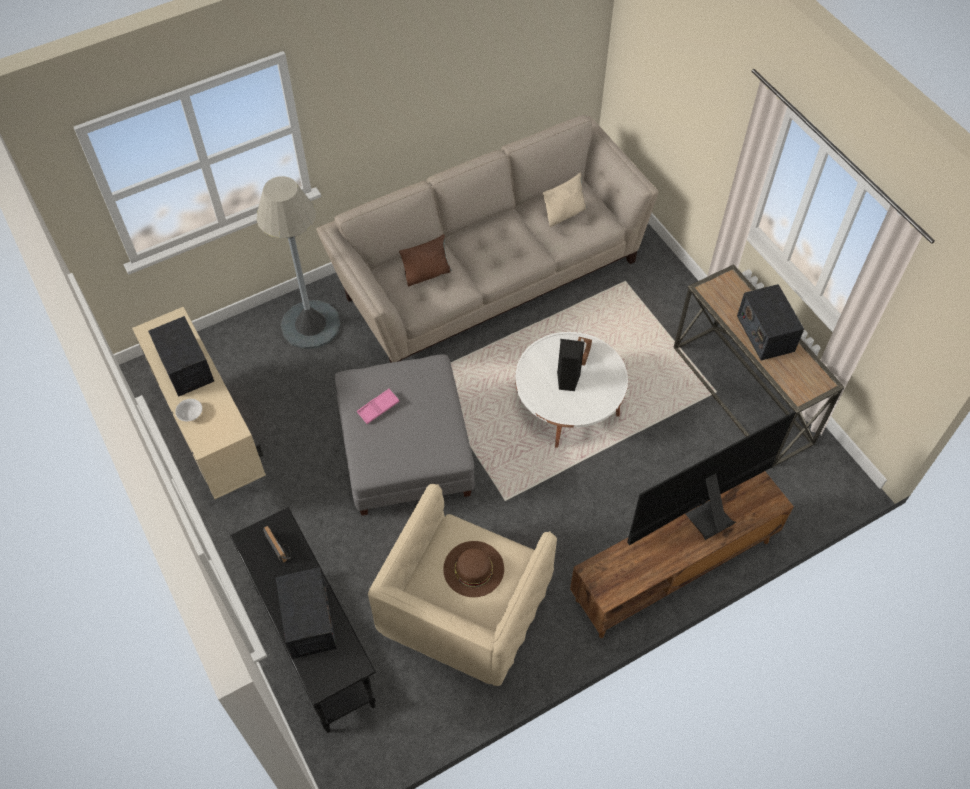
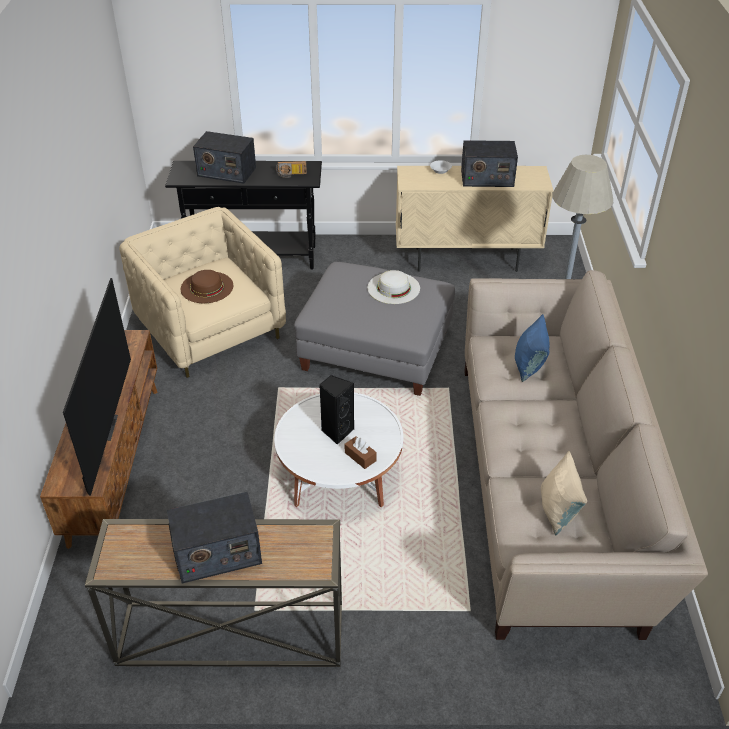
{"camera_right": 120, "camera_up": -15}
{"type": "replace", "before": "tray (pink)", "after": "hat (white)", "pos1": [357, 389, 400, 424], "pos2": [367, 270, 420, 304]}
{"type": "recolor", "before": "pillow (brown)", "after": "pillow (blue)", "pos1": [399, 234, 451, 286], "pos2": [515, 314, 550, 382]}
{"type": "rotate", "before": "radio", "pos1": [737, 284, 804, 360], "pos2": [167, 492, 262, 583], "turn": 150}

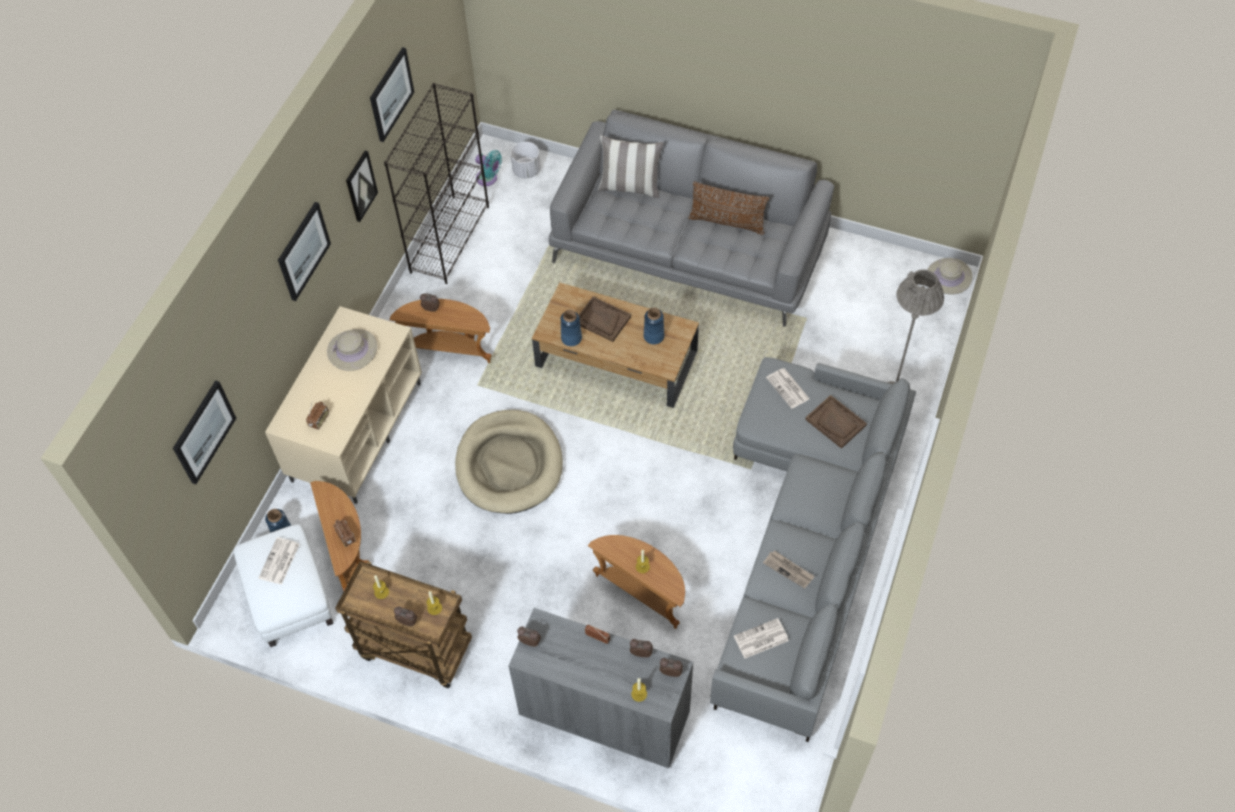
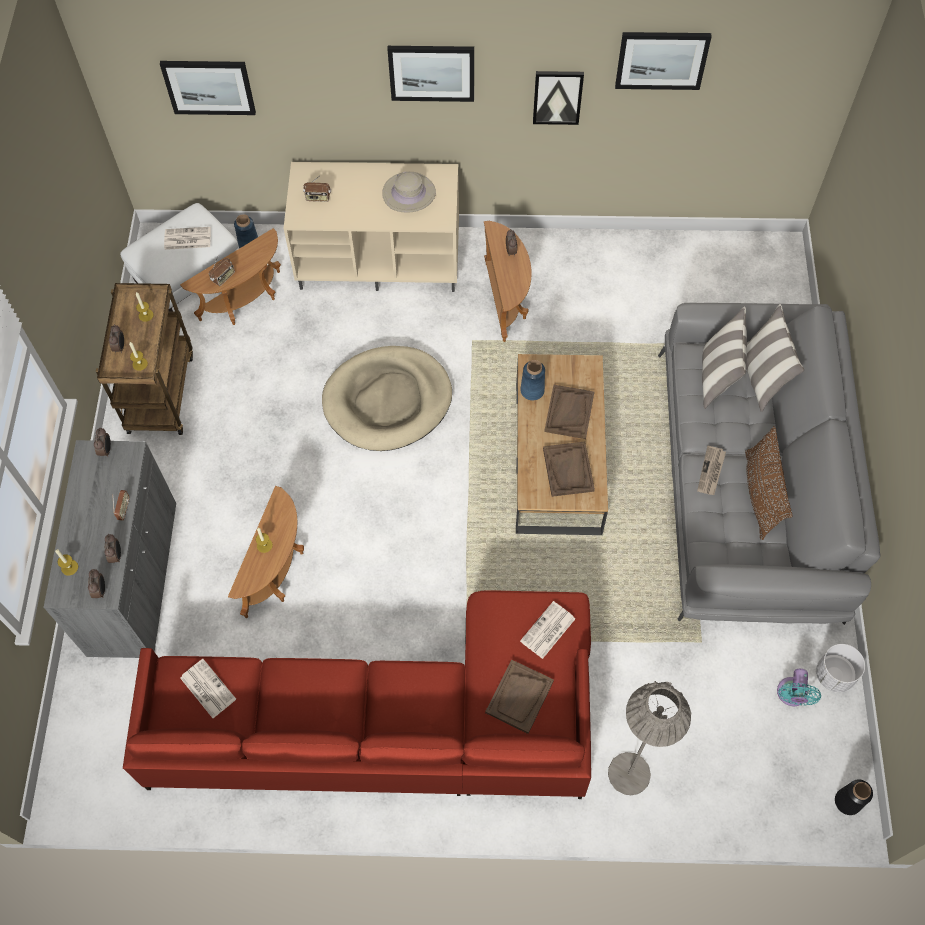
{"camera_right": 70, "camera_up": 5}
{"type": "delete", "before": "bookcase (black)", "pos1": [384, 83, 489, 284]}
{"type": "move", "before": "fan (turquoise)", "pos1": [475, 150, 502, 186], "pos2": [777, 669, 821, 707]}
{"type": "move", "before": "planter (white)", "pos1": [510, 142, 541, 178], "pos2": [816, 644, 865, 692]}
{"type": "replace", "before": "vase (blue)", "after": "tray (brown)", "pos1": [643, 308, 664, 345], "pos2": [543, 442, 595, 497]}
{"type": "recolor", "before": "sofa (grey)", "after": "sofa (red)", "pos1": [710, 357, 916, 742], "pos2": [123, 590, 591, 799]}
{"type": "move", "before": "newspaper", "pos1": [763, 550, 815, 589], "pos2": [697, 445, 726, 495]}
{"type": "replace", "before": "hat (beige)", "after": "vase (black)", "pos1": [927, 258, 973, 295], "pos2": [835, 779, 873, 815]}
{"type": "insert", "after": "pillow", "pos2": [702, 307, 747, 409]}

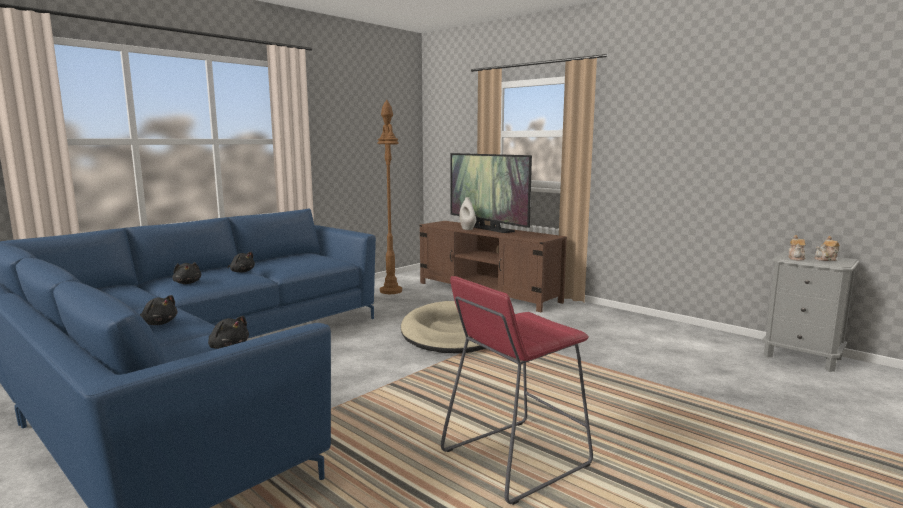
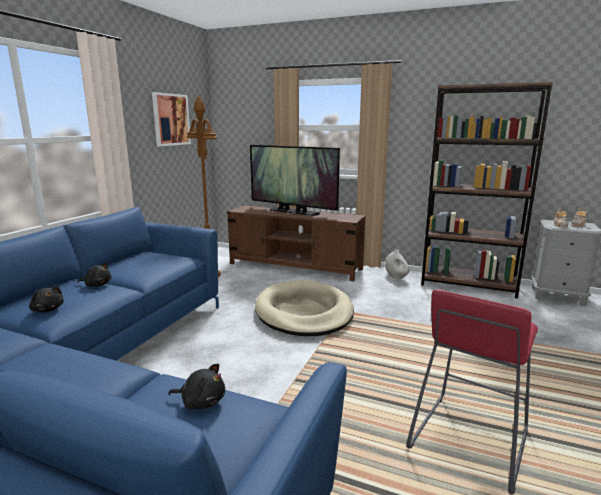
{"camera_right": -20, "camera_up": 5}
{"type": "delete", "before": "plush toy (black)", "pos1": [140, 295, 177, 325]}
{"type": "move", "before": "vase (white)", "pos1": [459, 197, 476, 230], "pos2": [385, 249, 410, 280]}
{"type": "insert", "after": "picture", "pos2": [152, 92, 191, 146]}
{"type": "insert", "after": "bookcase (brown)", "pos2": [421, 82, 553, 298]}

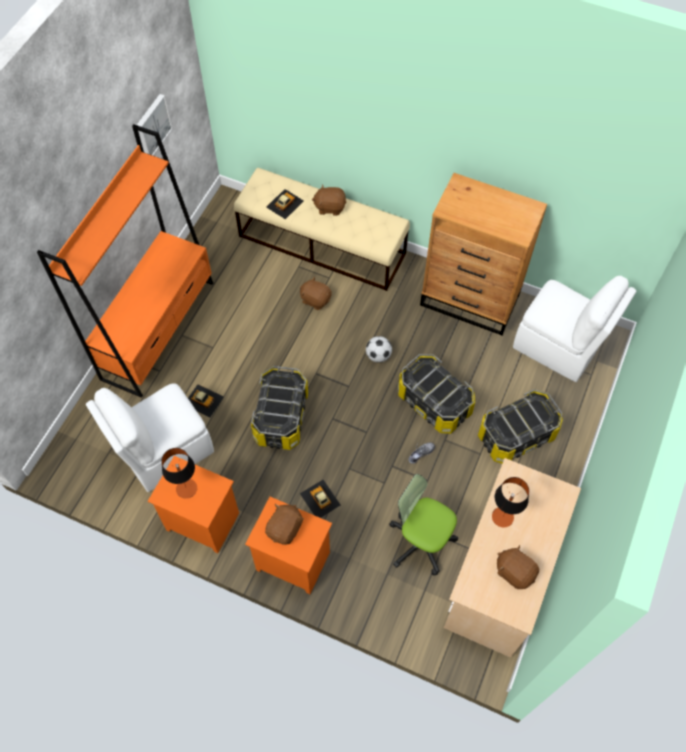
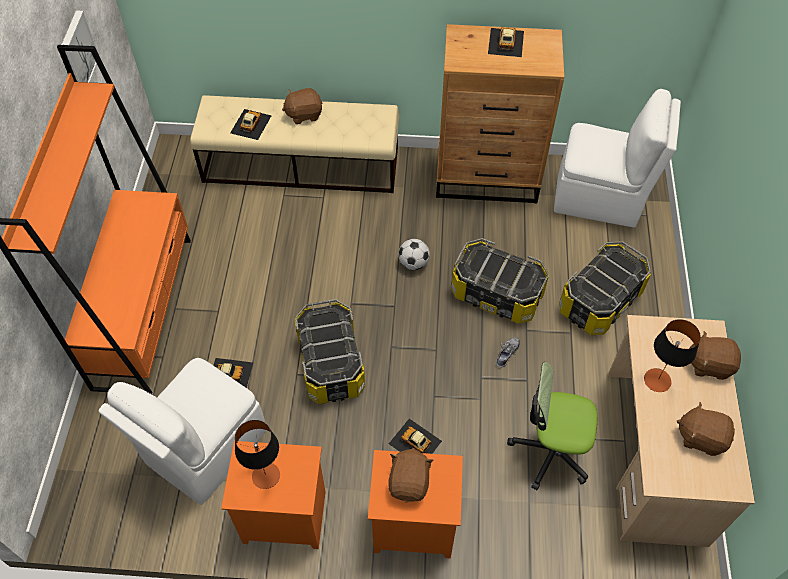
{"camera_right": -20, "camera_up": -5}
{"type": "move", "before": "plush toy (brown)", "pos1": [300, 277, 332, 310], "pos2": [689, 331, 741, 380]}
{"type": "insert", "after": "toy car", "pos2": [488, 27, 524, 57]}

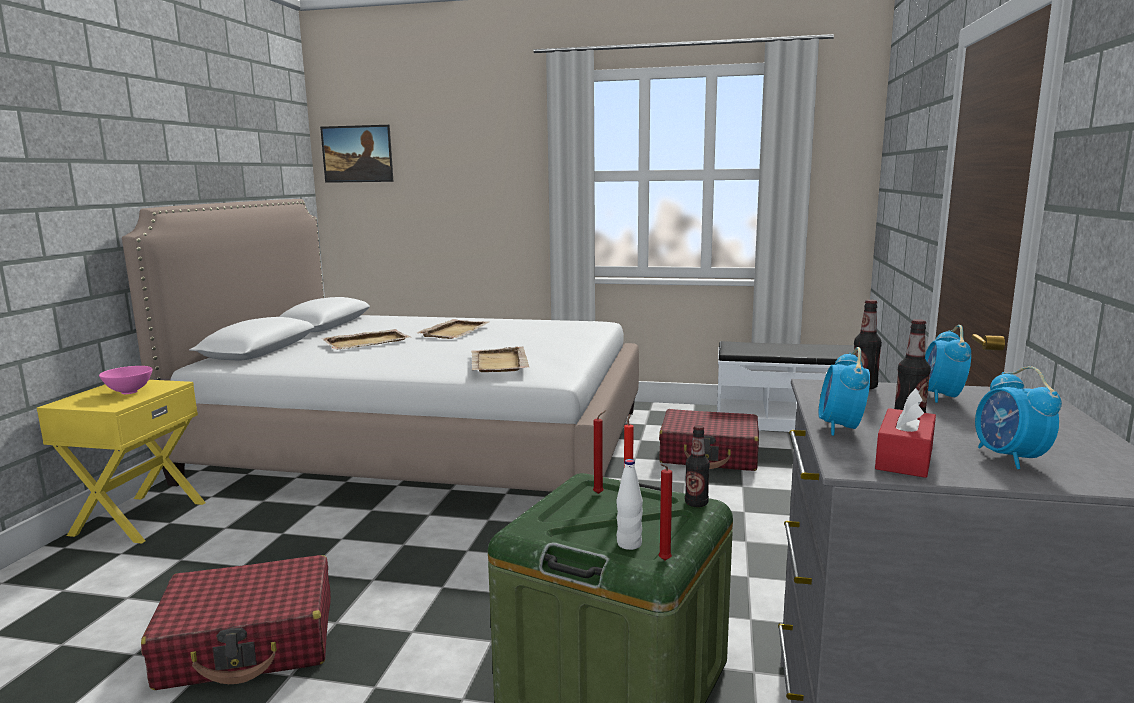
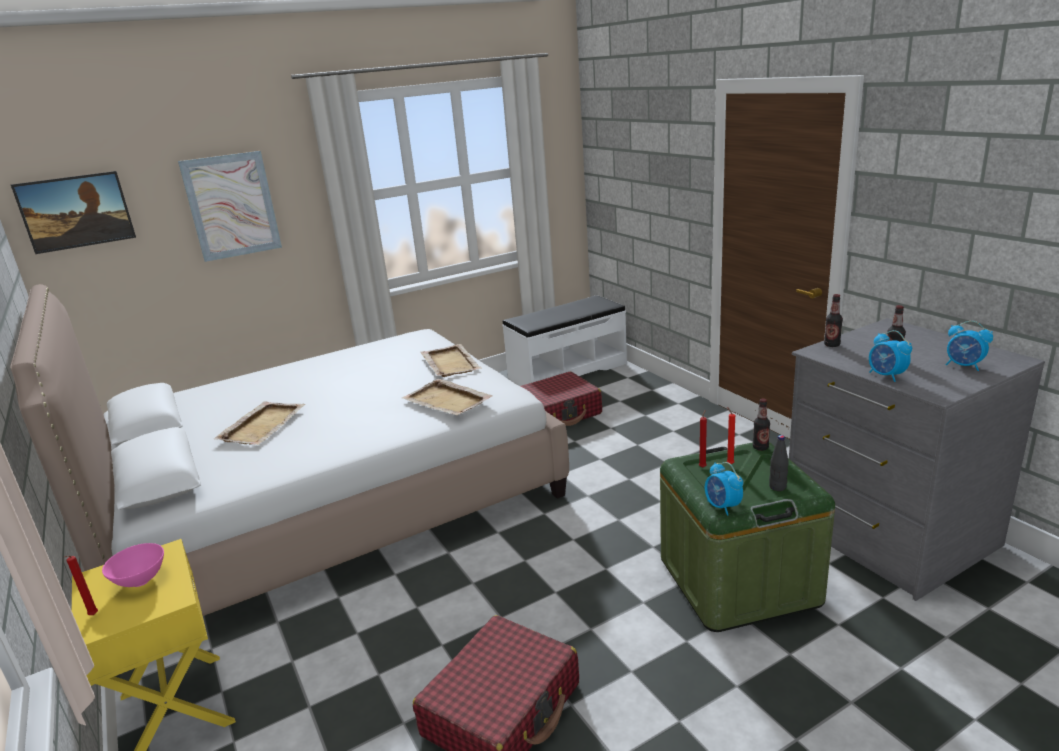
{"camera_right": -40, "camera_up": 10}
{"type": "move", "before": "tray (beige)", "pos1": [417, 319, 489, 339], "pos2": [420, 344, 482, 377]}
{"type": "recolor", "before": "bottle (white)", "after": "bottle (black)", "pos1": [617, 459, 643, 550], "pos2": [769, 435, 789, 491]}
{"type": "move", "before": "candle (red)", "pos1": [658, 464, 672, 560], "pos2": [64, 556, 98, 615]}
{"type": "delete", "before": "tissue box (red)", "pos1": [875, 388, 936, 478]}
{"type": "move", "before": "alarm clock", "pos1": [925, 325, 971, 403], "pos2": [705, 462, 743, 516]}
{"type": "insert", "after": "picture", "pos2": [178, 151, 282, 262]}

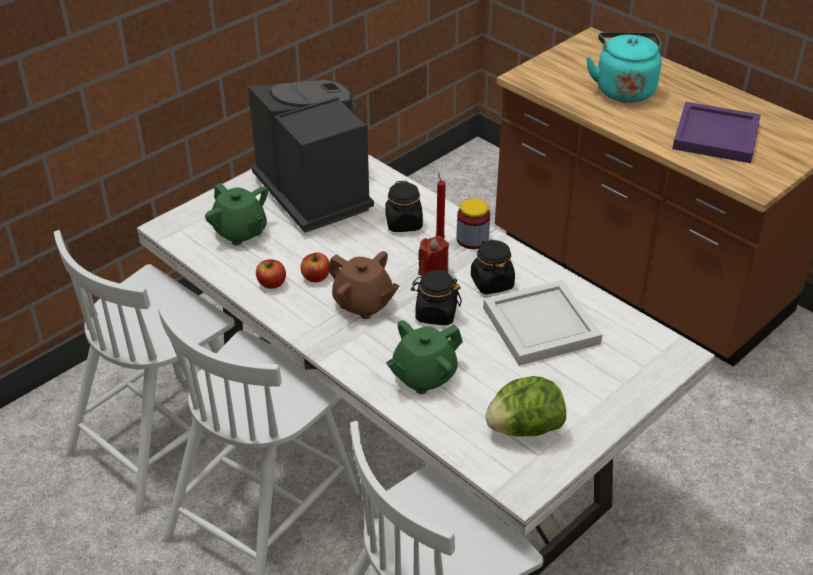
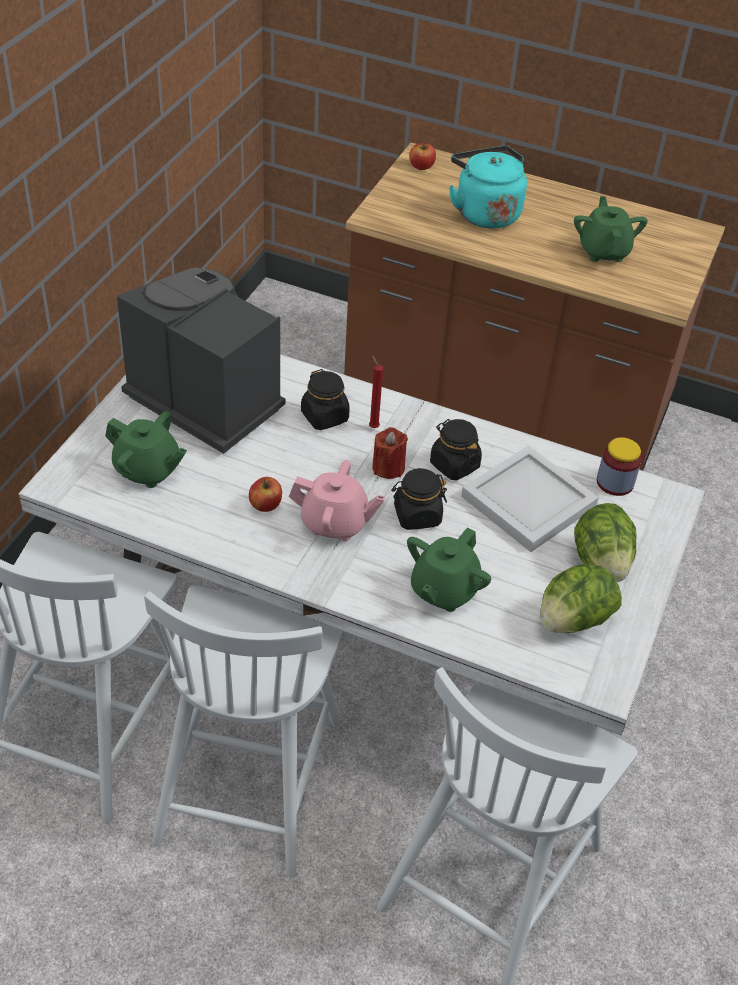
{"camera_right": -25, "camera_up": 5}
{"type": "move", "before": "apple", "pos1": [256, 259, 286, 289], "pos2": [409, 142, 436, 170]}
{"type": "recolor", "before": "teapot (brown)", "after": "teapot (pink)", "pos1": [328, 251, 400, 319], "pos2": [289, 460, 385, 541]}
{"type": "move", "before": "jar", "pos1": [456, 198, 490, 249], "pos2": [597, 437, 642, 496]}
{"type": "replace", "before": "tray (purple)", "after": "teapot (green)", "pos1": [672, 102, 761, 163], "pos2": [574, 196, 648, 262]}
{"type": "insert", "after": "lettuce", "pos2": [574, 503, 636, 582]}

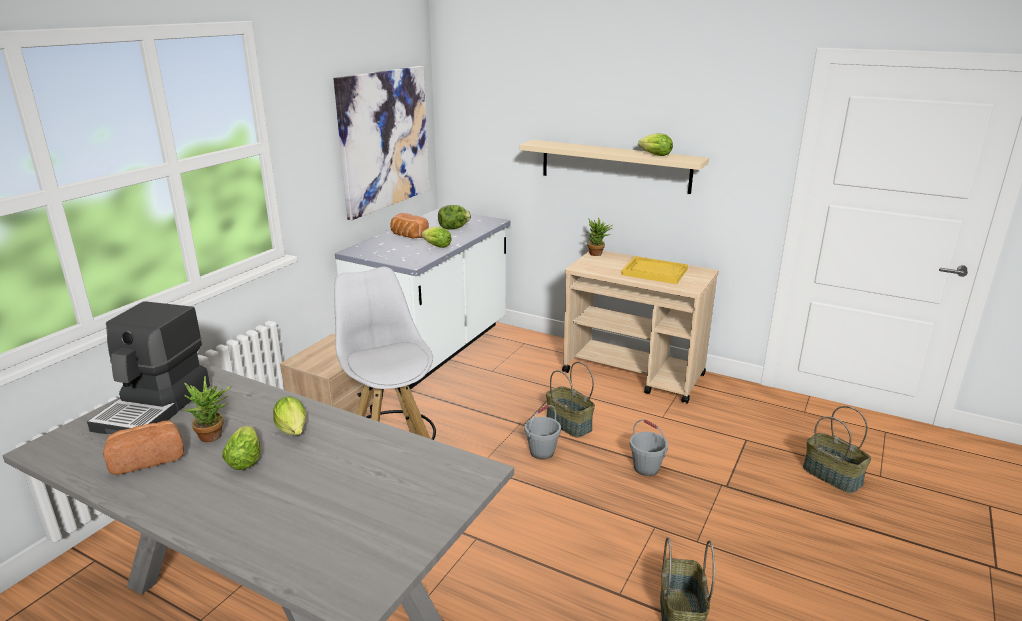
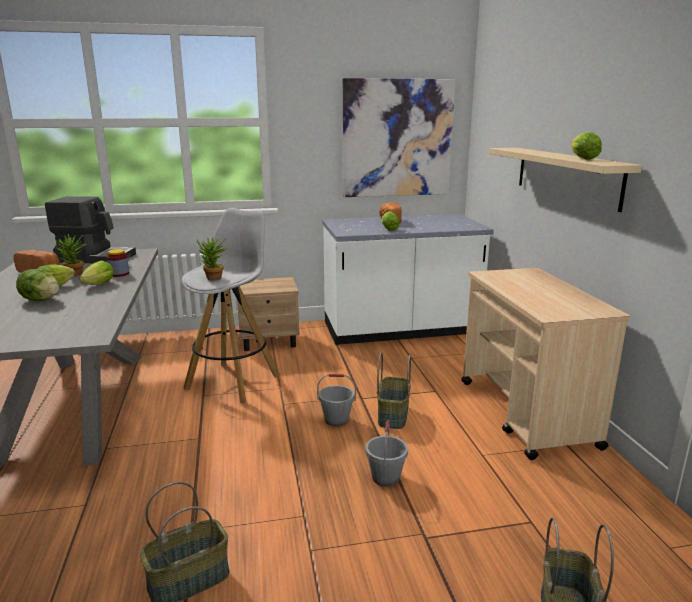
{"camera_right": 50, "camera_up": -5}
{"type": "rotate", "before": "coffee machine", "pos1": [87, 301, 210, 434], "pos2": [45, 196, 136, 263], "turn": -150}
{"type": "move", "before": "lettuce", "pos1": [438, 205, 471, 230], "pos2": [16, 269, 59, 301]}
{"type": "move", "before": "potted plant", "pos1": [587, 218, 613, 256], "pos2": [197, 237, 227, 281]}
{"type": "delete", "before": "tray (yellow)", "pos1": [621, 256, 688, 284]}
{"type": "insert", "after": "jar", "pos2": [107, 249, 129, 277]}

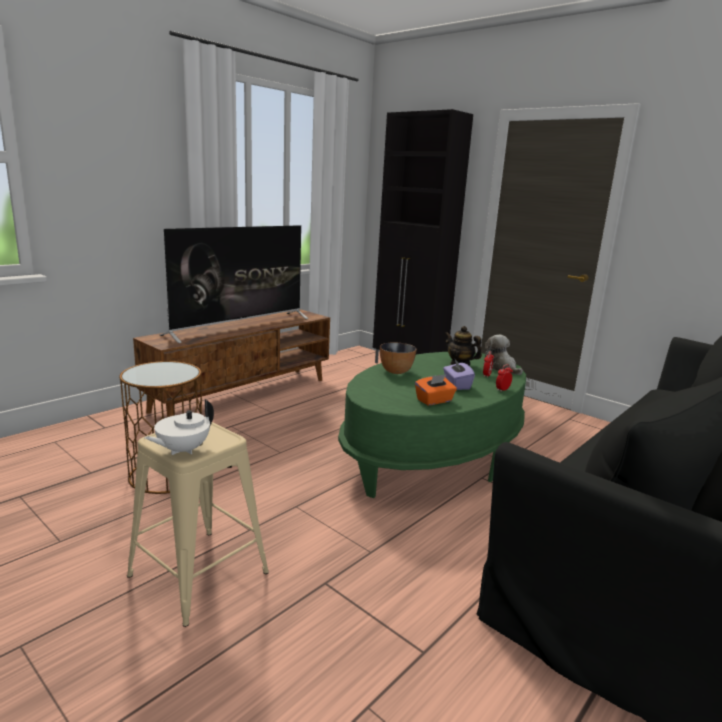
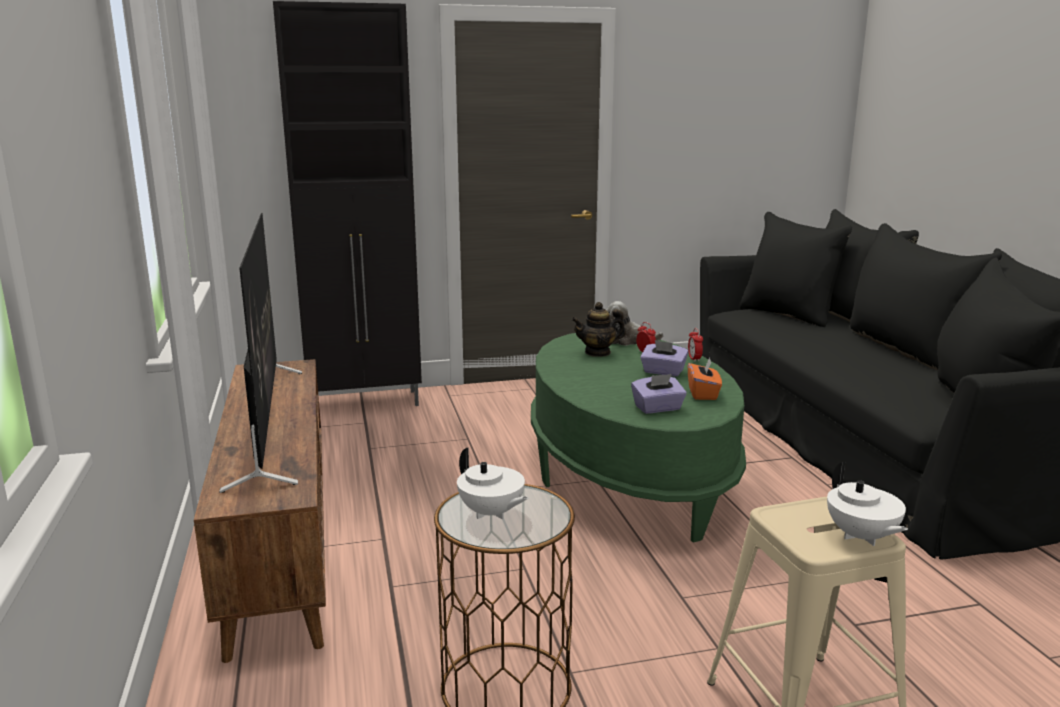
{"camera_right": -55, "camera_up": 0}
{"type": "delete", "before": "bowl", "pos1": [380, 342, 417, 374]}
{"type": "insert", "after": "teapot (white)", "pos2": [457, 448, 528, 519]}
{"type": "insert", "after": "tissue box (purple)", "pos2": [631, 374, 687, 414]}

